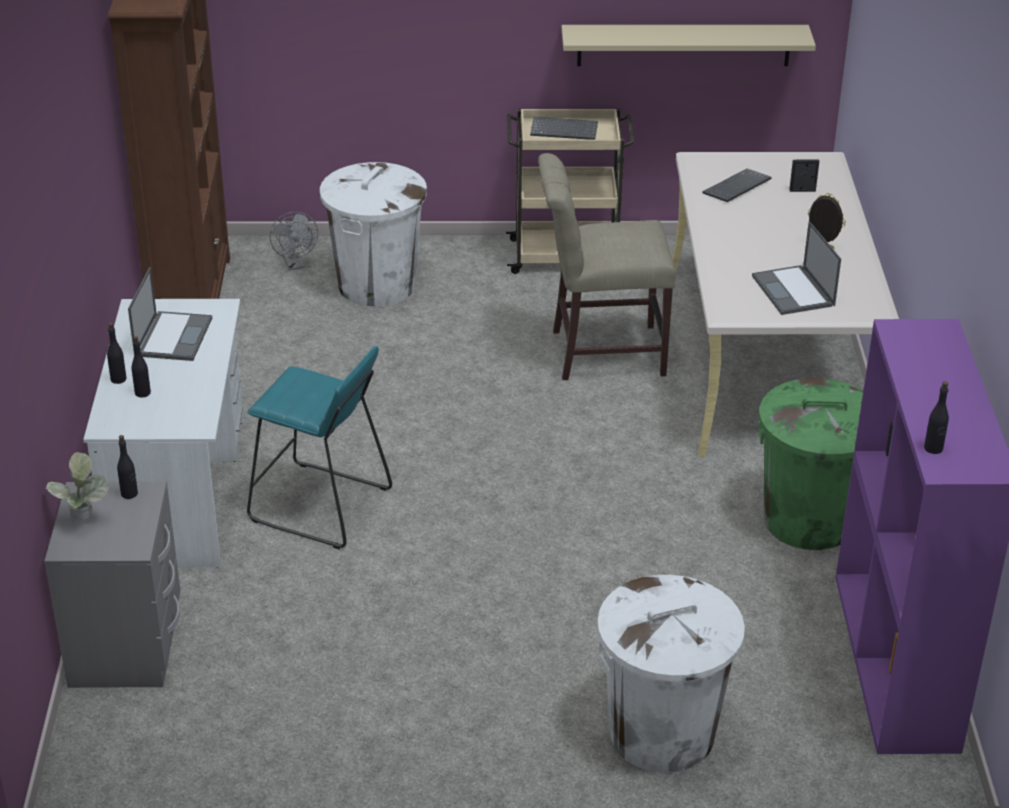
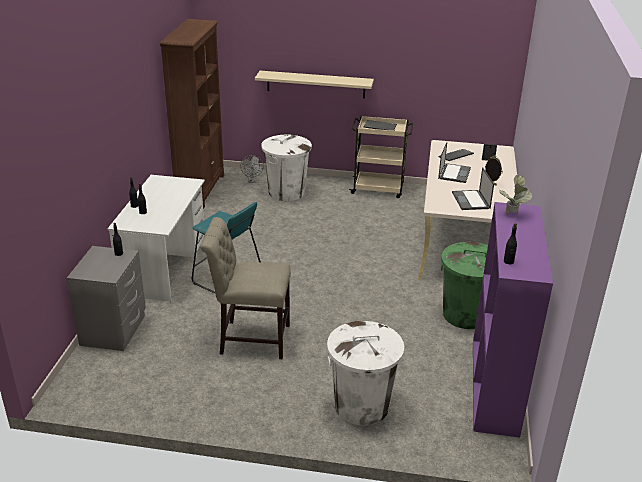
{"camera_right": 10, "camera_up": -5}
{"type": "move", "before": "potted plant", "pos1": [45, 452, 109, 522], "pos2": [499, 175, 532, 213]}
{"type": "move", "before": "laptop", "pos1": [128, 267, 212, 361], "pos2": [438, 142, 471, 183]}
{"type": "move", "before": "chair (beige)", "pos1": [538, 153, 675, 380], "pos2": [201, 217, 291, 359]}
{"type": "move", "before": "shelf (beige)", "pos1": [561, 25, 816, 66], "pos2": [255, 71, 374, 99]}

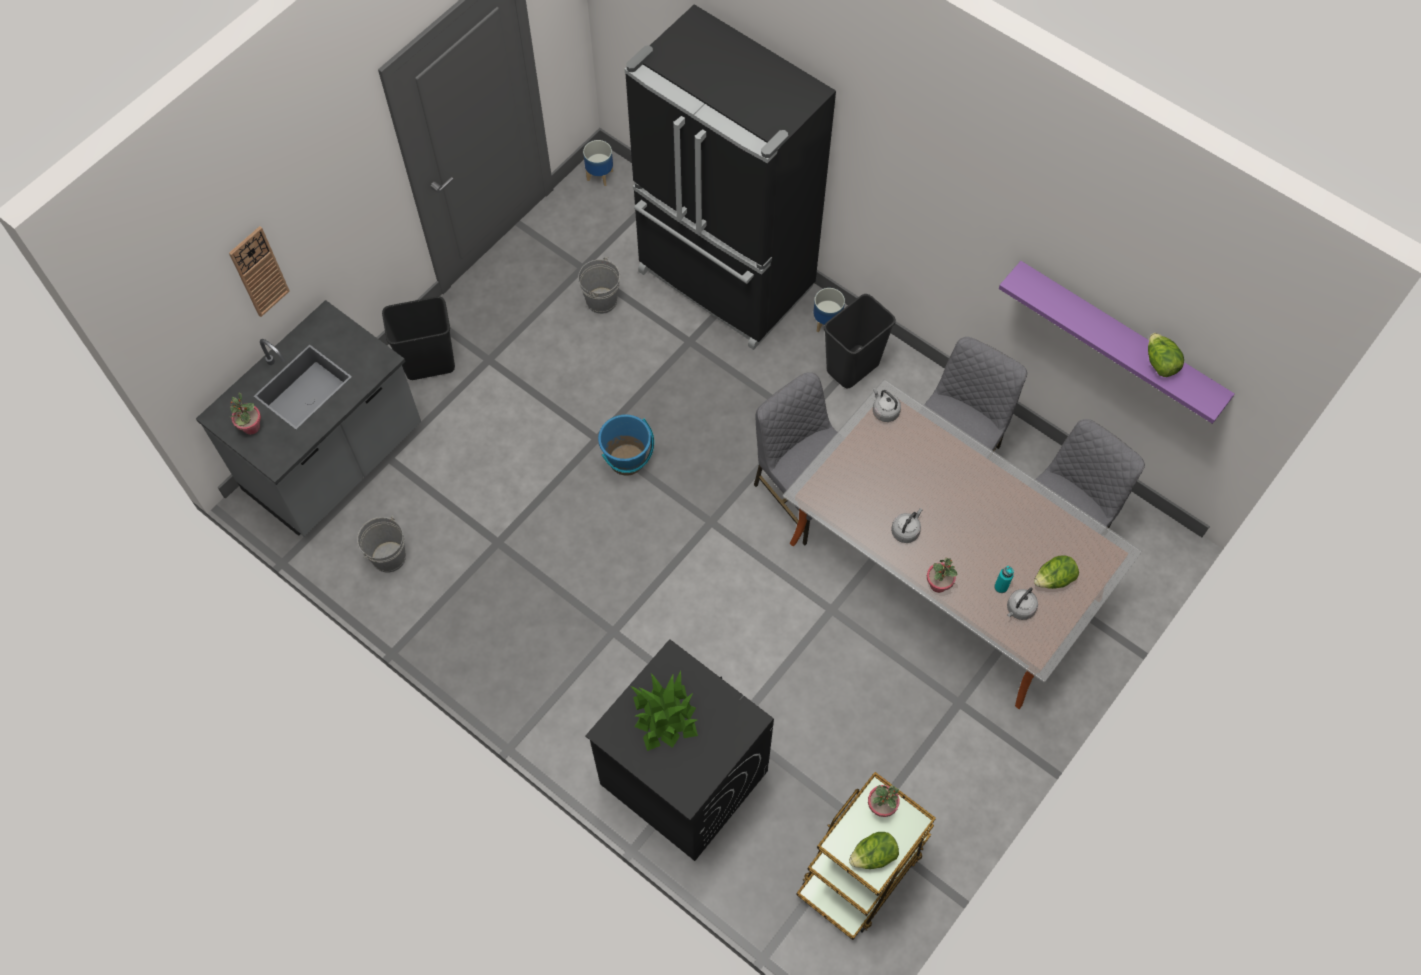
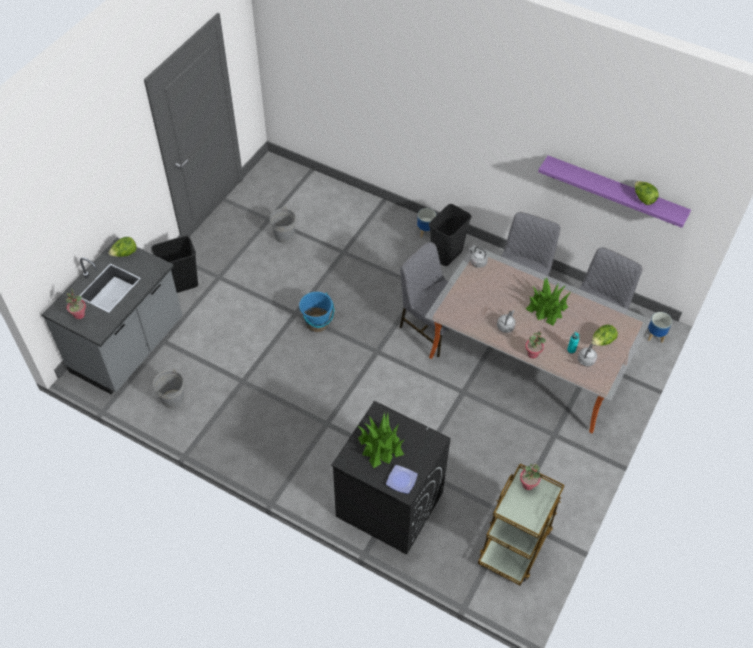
{"camera_right": -10, "camera_up": -10}
{"type": "delete", "before": "wall clock", "pos1": [229, 226, 290, 317]}
{"type": "move", "before": "planter", "pos1": [583, 140, 613, 186], "pos2": [648, 312, 672, 343]}
{"type": "delete", "before": "fridge (black)", "pos1": [625, 4, 836, 350]}
{"type": "move", "before": "lettuce", "pos1": [849, 832, 899, 869], "pos2": [108, 237, 137, 257]}
{"type": "insert", "after": "plate", "pos2": [386, 465, 418, 494]}
{"type": "insert", "after": "potted plant", "pos2": [526, 277, 571, 326]}

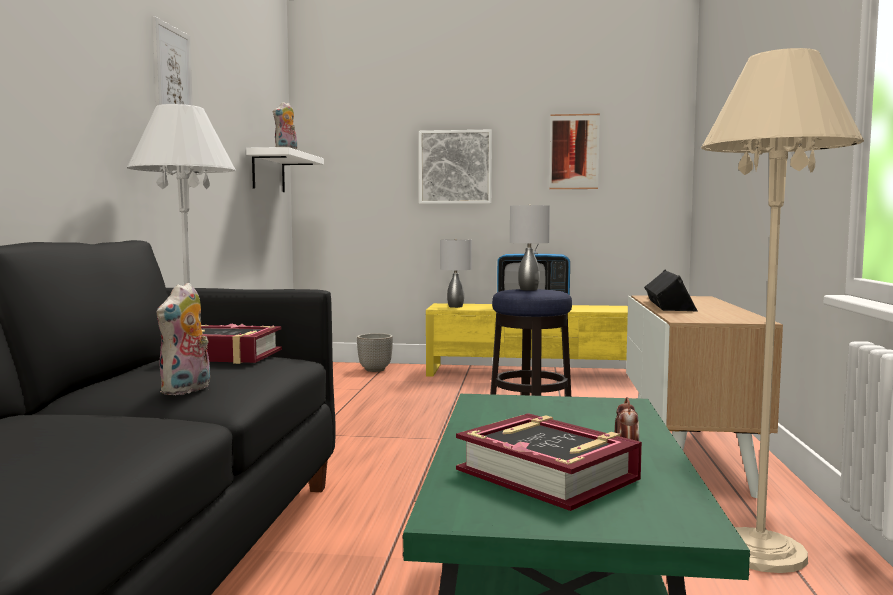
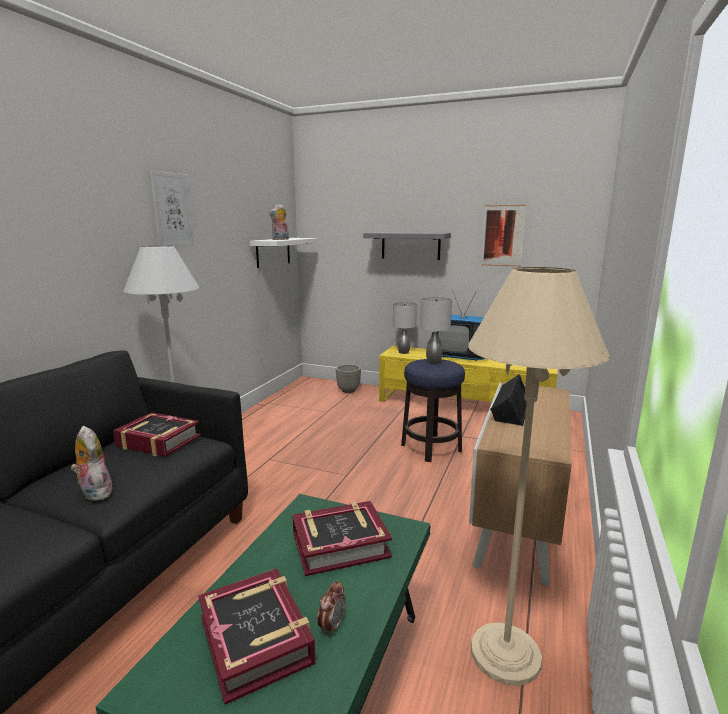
{"camera_right": 15, "camera_up": 10}
{"type": "rotate", "before": "plush toy", "pos1": [157, 282, 210, 395], "pos2": [71, 426, 113, 501], "turn": 105}
{"type": "replace", "before": "picture", "after": "shelf (grey)", "pos1": [419, 130, 492, 204], "pos2": [363, 232, 451, 260]}
{"type": "insert", "after": "book", "pos2": [292, 501, 392, 576]}

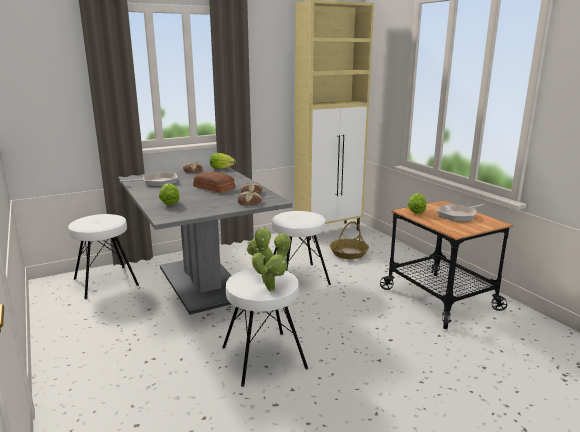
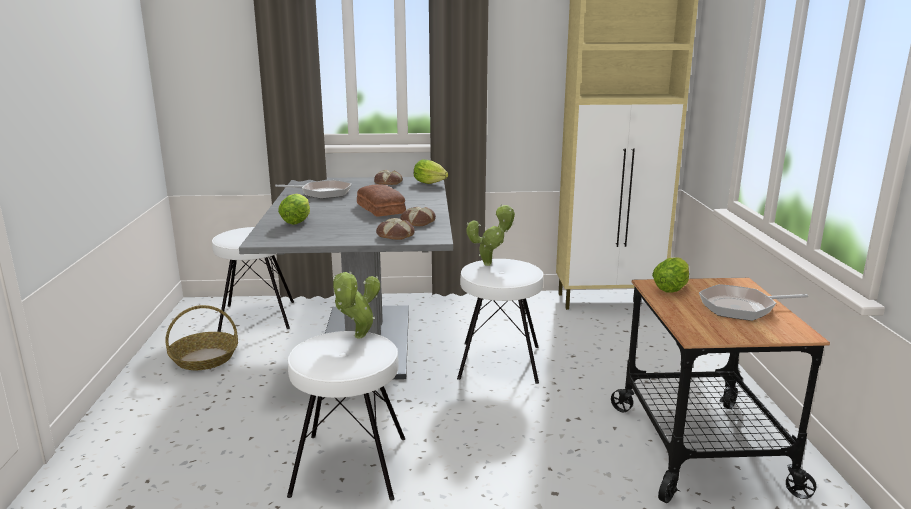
{"camera_right": 25, "camera_up": 0}
{"type": "move", "before": "potted plant", "pos1": [252, 233, 291, 292], "pos2": [466, 204, 515, 266]}
{"type": "move", "before": "basket", "pos1": [330, 221, 369, 259], "pos2": [165, 305, 238, 370]}

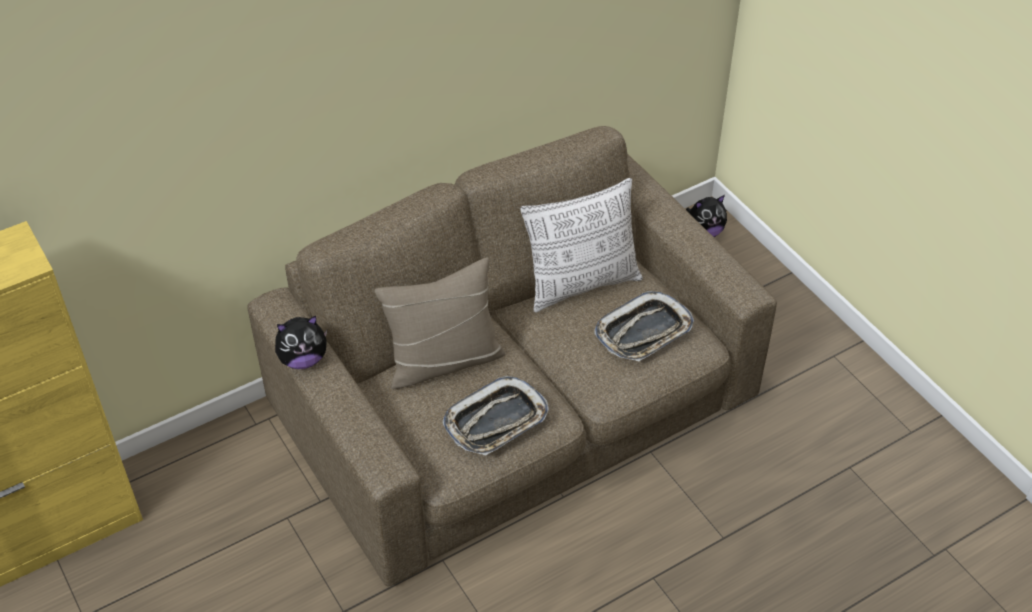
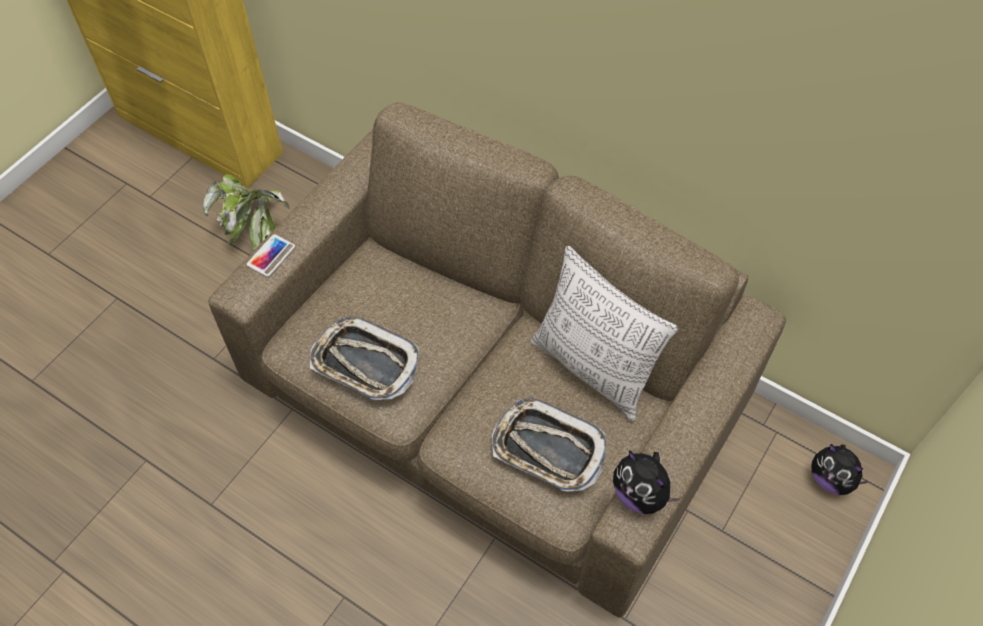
{"camera_right": 65, "camera_up": 10}
{"type": "move", "before": "plush toy", "pos1": [275, 316, 327, 369], "pos2": [613, 450, 680, 514]}
{"type": "delete", "before": "pillow (beige)", "pos1": [374, 257, 506, 389]}
{"type": "insert", "after": "potted plant", "pos2": [203, 174, 290, 251]}
{"type": "insert", "after": "phone", "pos2": [247, 234, 295, 277]}

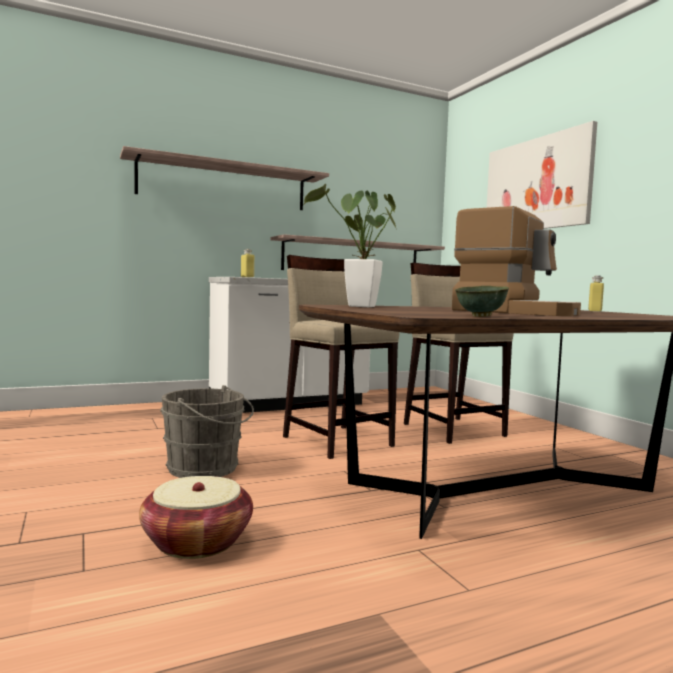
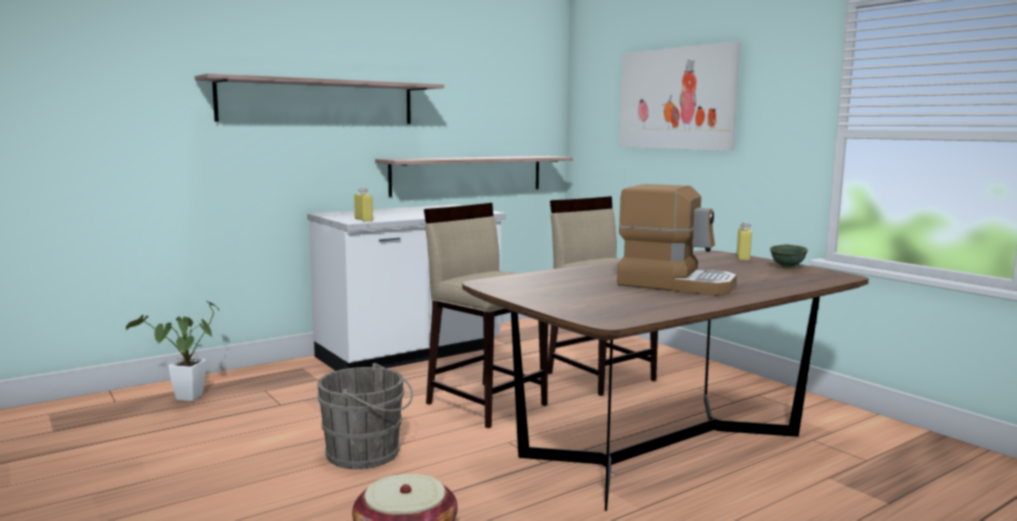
{"camera_right": -10, "camera_up": 5}
{"type": "move", "before": "potted plant", "pos1": [304, 184, 396, 307], "pos2": [126, 301, 219, 401]}
{"type": "move", "before": "bowl (green)", "pos1": [455, 286, 509, 317], "pos2": [770, 245, 808, 269]}

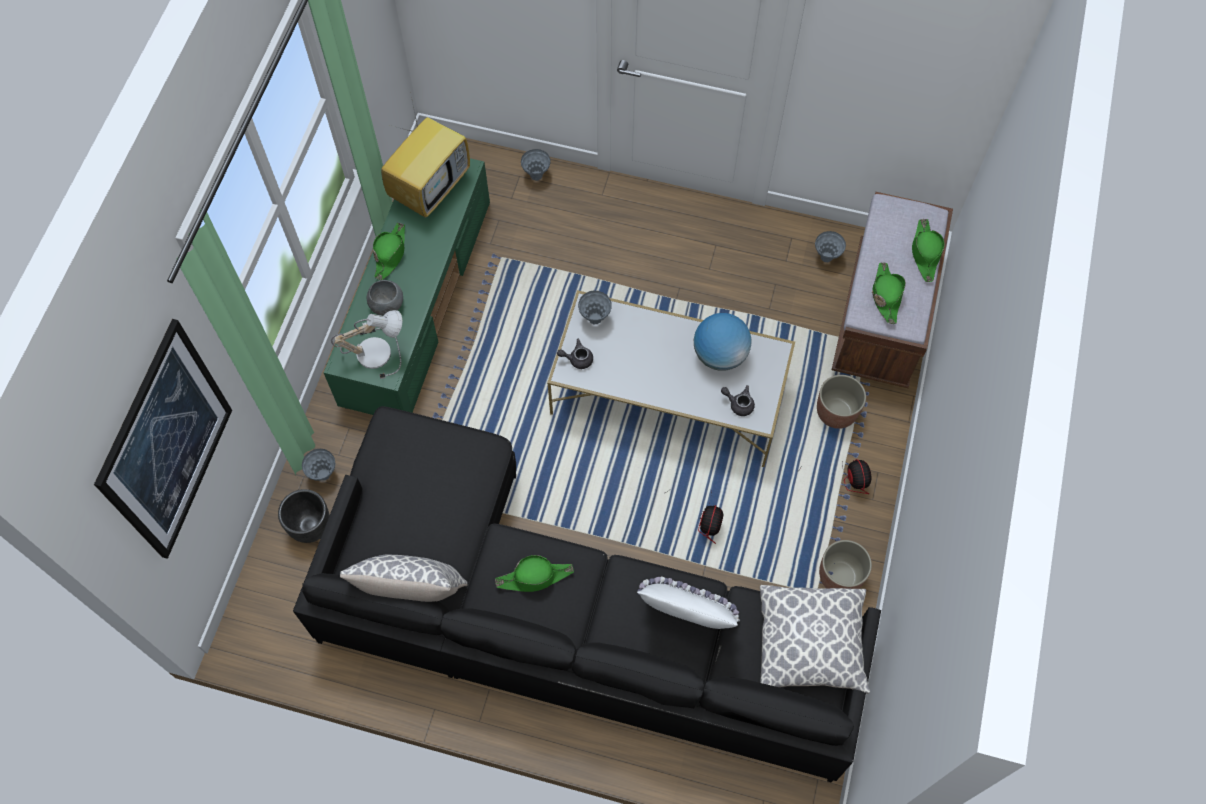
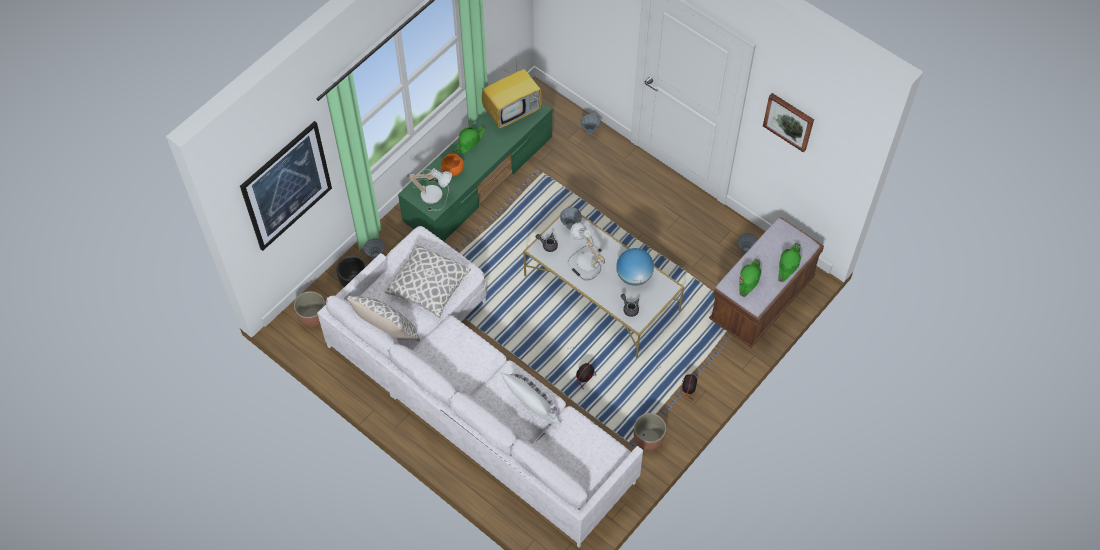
{"camera_right": 25, "camera_up": -5}
{"type": "recolor", "before": "sofa (black)", "after": "sofa (white)", "pos1": [293, 406, 881, 782], "pos2": [317, 226, 643, 547]}
{"type": "recolor", "before": "bowl (grey)", "after": "bowl (orange)", "pos1": [367, 280, 403, 316], "pos2": [441, 154, 464, 176]}
{"type": "delete", "before": "hat (green)", "pos1": [495, 555, 574, 592]}
{"type": "move", "before": "pillow", "pos1": [760, 585, 870, 694], "pos2": [385, 244, 471, 318]}
{"type": "move", "before": "planter", "pos1": [817, 375, 866, 429], "pos2": [294, 291, 325, 328]}
{"type": "insert", "after": "table lamp", "pos2": [568, 222, 605, 281]}
{"type": "insert", "after": "picture", "pos2": [763, 93, 814, 153]}

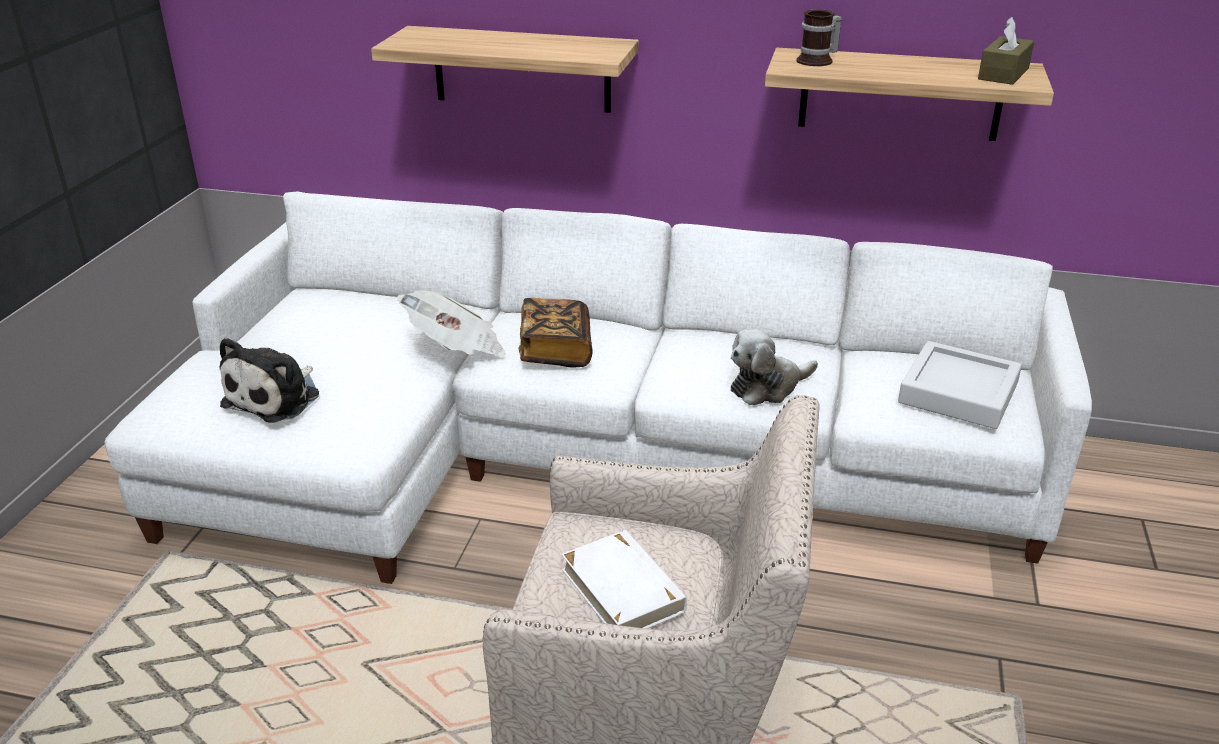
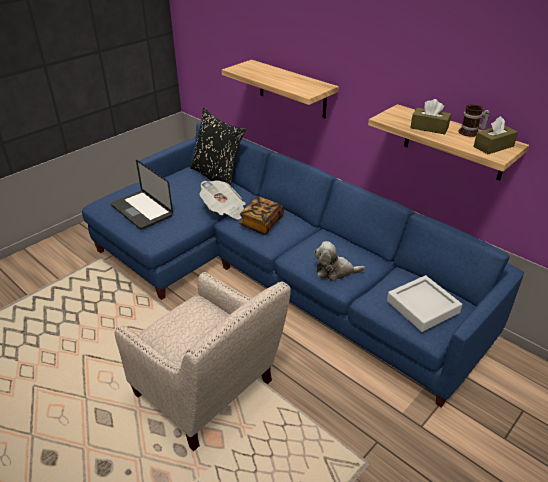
{"camera_right": 30, "camera_up": 5}
{"type": "recolor", "before": "sofa (white)", "after": "sofa (blue)", "pos1": [105, 191, 1092, 584], "pos2": [82, 123, 524, 407]}
{"type": "replace", "before": "plush toy", "after": "laptop", "pos1": [220, 337, 319, 423], "pos2": [111, 160, 173, 230]}
{"type": "delete", "before": "book (white)", "pos1": [561, 530, 687, 629]}
{"type": "move", "before": "mug", "pos1": [796, 10, 842, 66], "pos2": [458, 104, 490, 137]}
{"type": "insert", "after": "pillow (black)", "pos2": [190, 108, 246, 186]}
{"type": "insert", "after": "tissue box (brown)", "pos2": [410, 99, 451, 134]}

